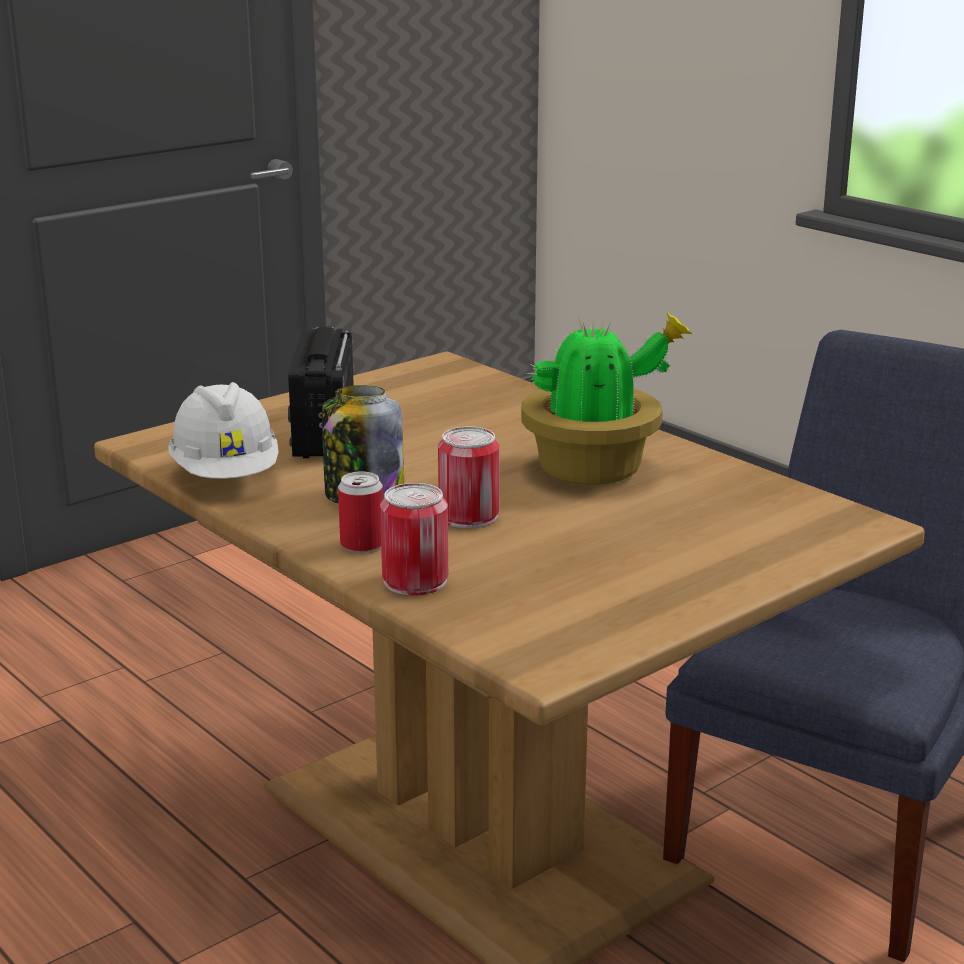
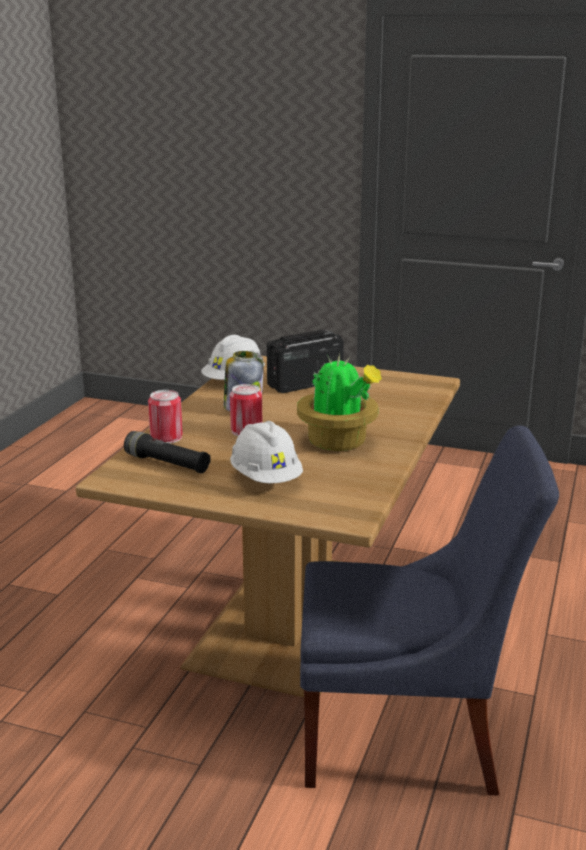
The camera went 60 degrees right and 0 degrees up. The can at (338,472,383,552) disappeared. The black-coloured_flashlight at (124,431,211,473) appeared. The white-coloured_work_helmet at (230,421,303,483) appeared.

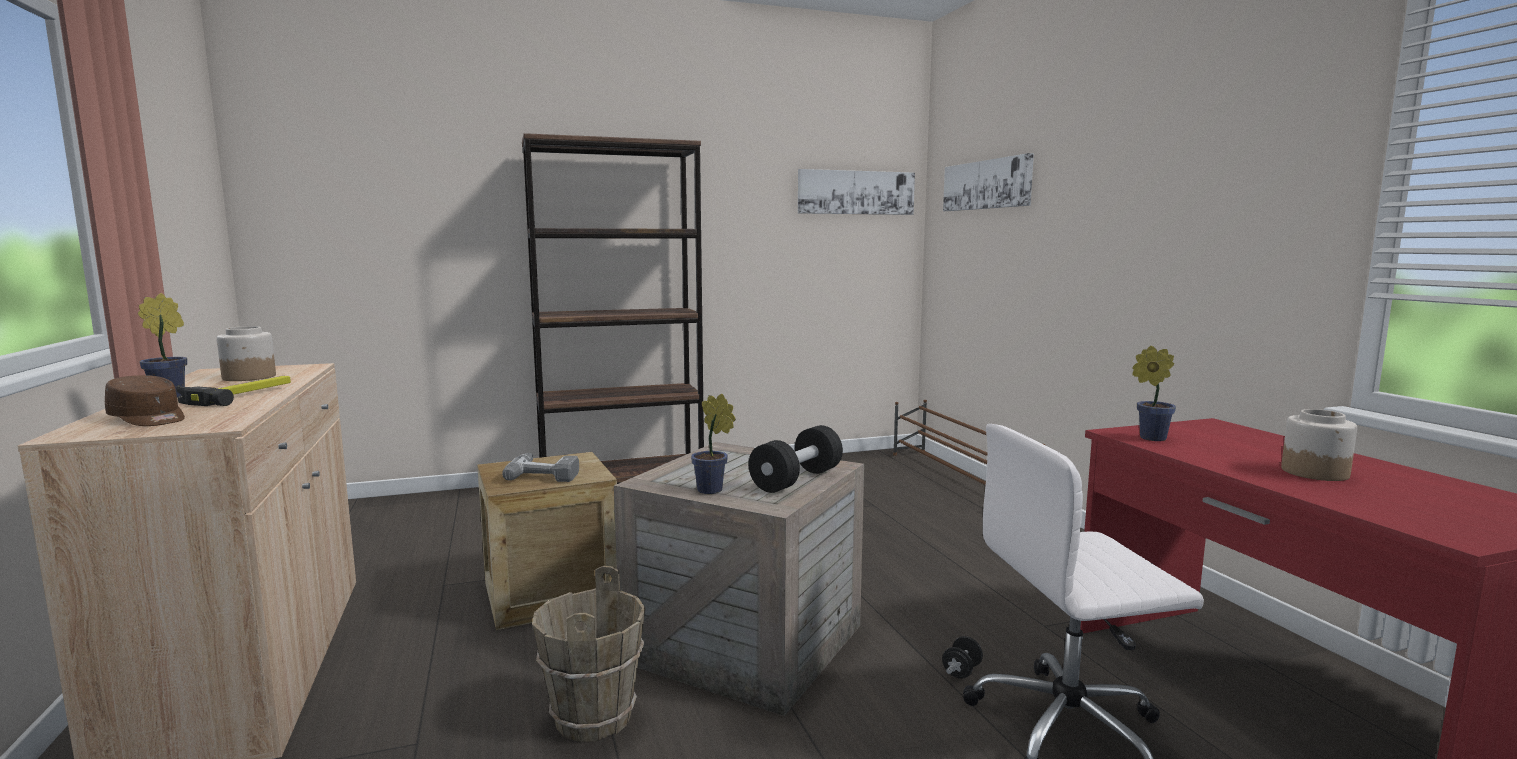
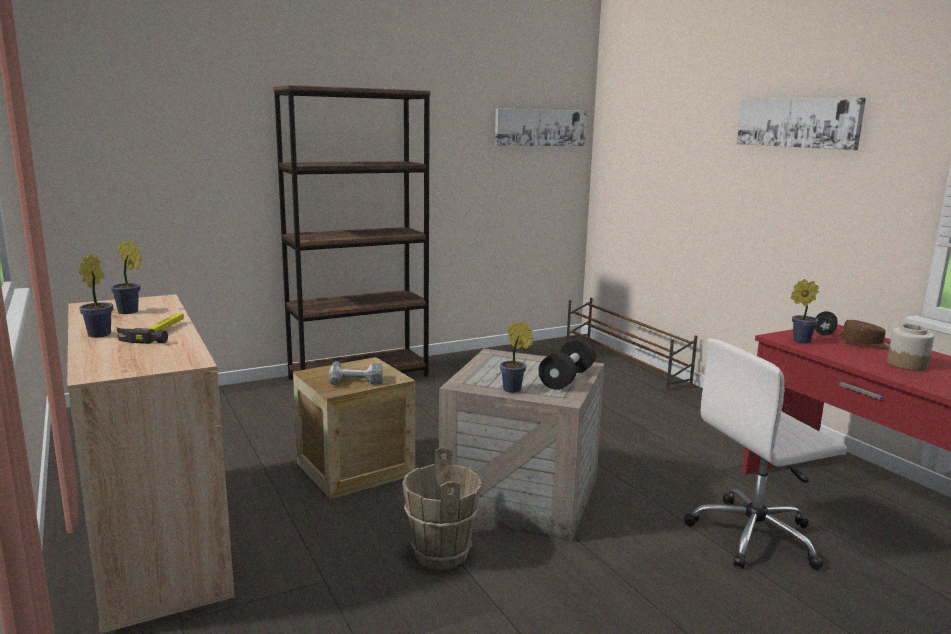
The camera went 10 degrees left and 5 degrees up. The brown_baseball_cap moved from (105,375,185,426) to (841,320,890,349). The preserve_jar at (217,326,276,381) was replaced by the plant_in_a_pot at (111,240,142,314). The black-coloured_free_weight moved from (942,636,983,679) to (815,311,838,335). The wall_art moved from (943,153,1034,211) to (737,97,866,150).

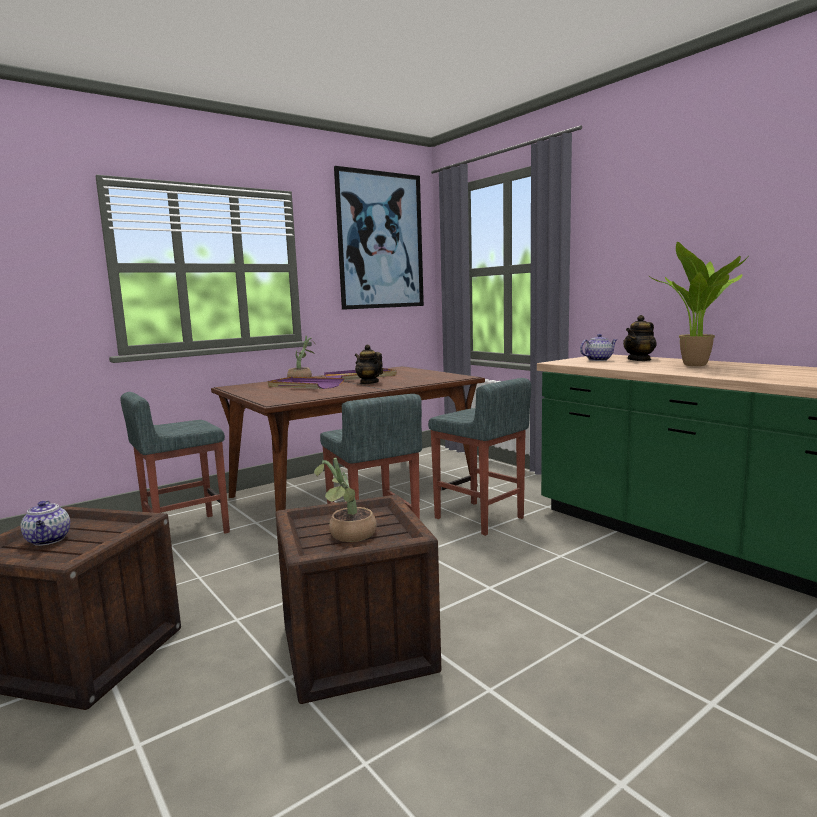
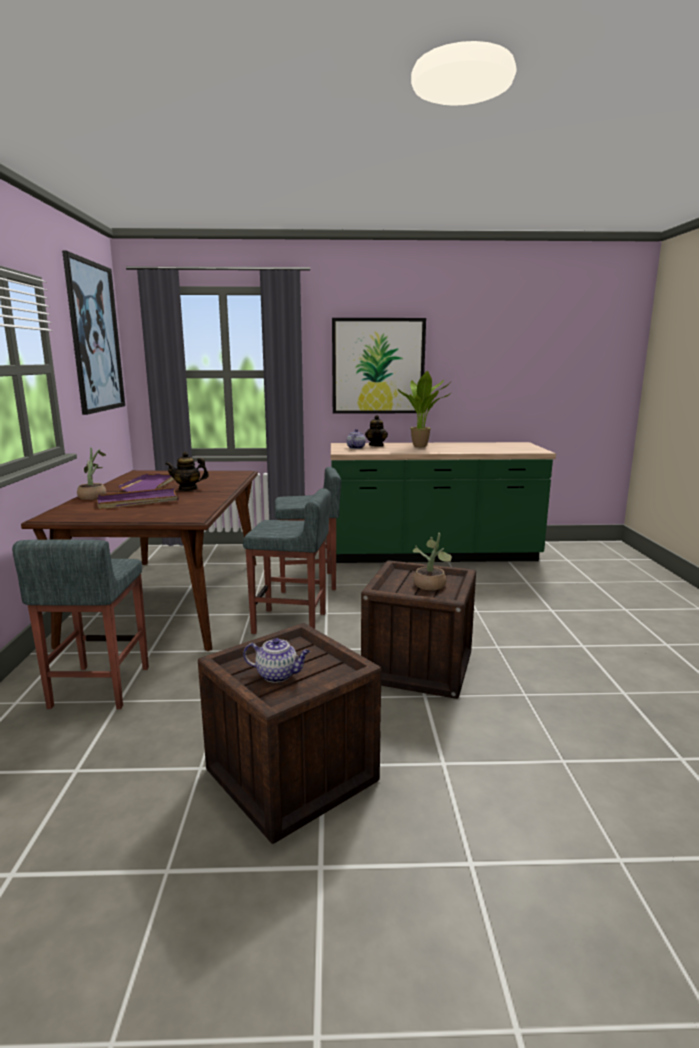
The camera went 55 degrees left and 5 degrees up. The wall_art at (332,318,426,414) appeared.

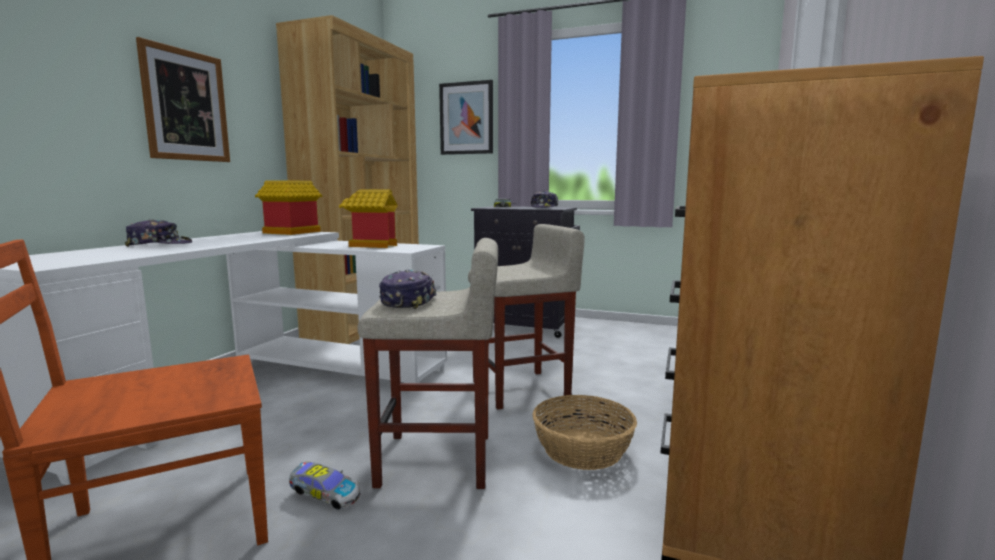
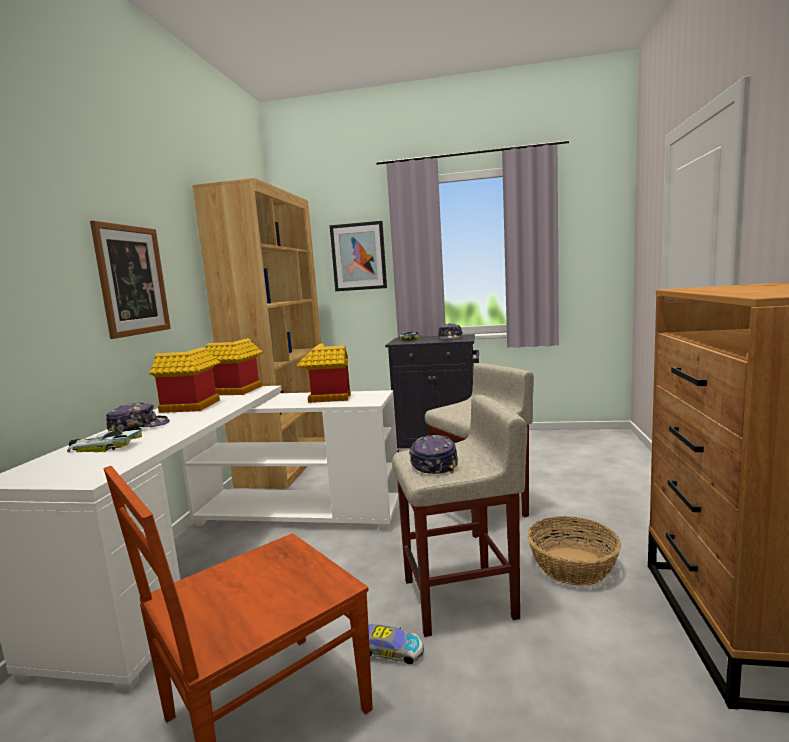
The camera went 10 degrees left and 0 degrees up. The miniature_car at (67,428,142,453) appeared. The miniature_house at (149,347,221,413) appeared.

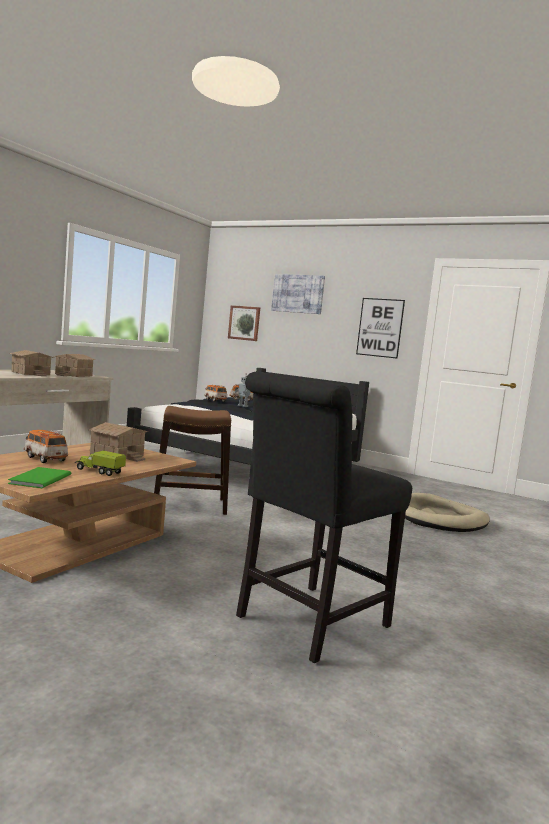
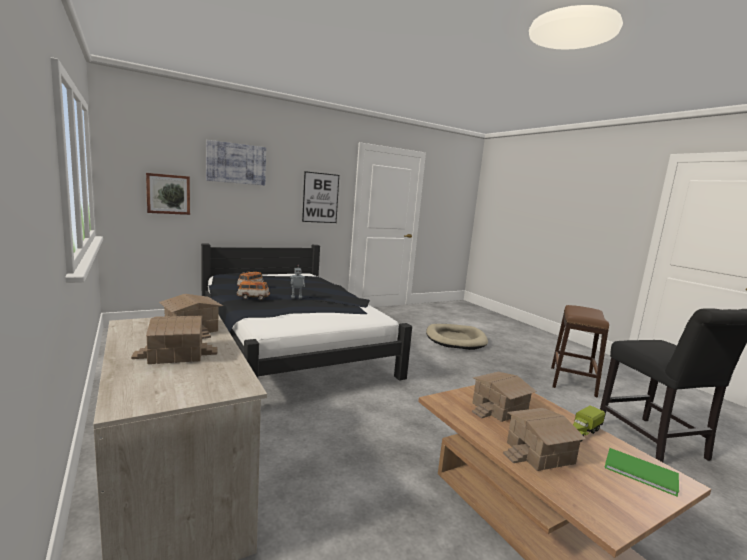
The camera went 60 degrees left and 5 degrees up. The miniature_car at (24,430,68,463) was replaced by the miniature_house at (503,408,586,471). The brown_stool_seat moved from (154,406,231,515) to (551,305,609,397).

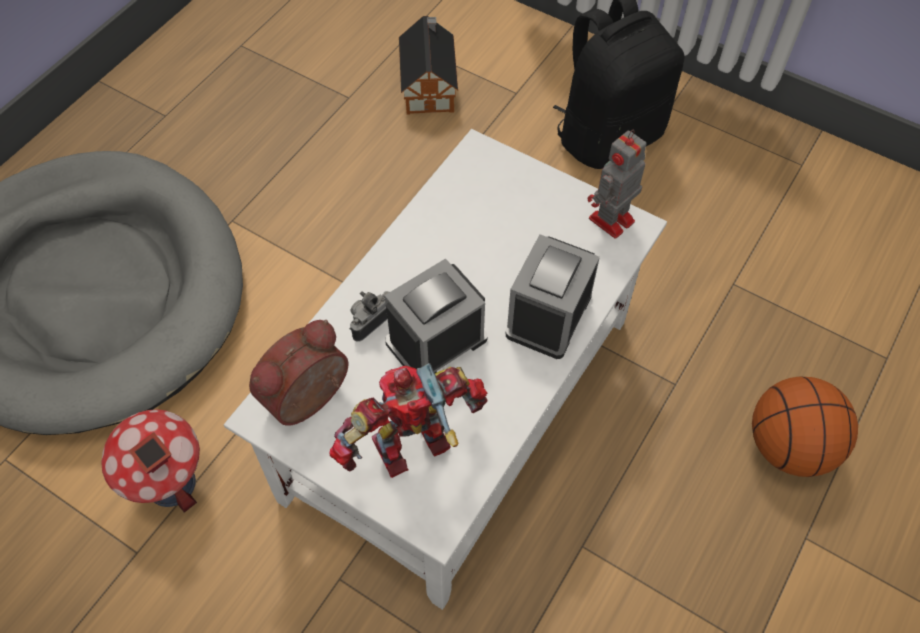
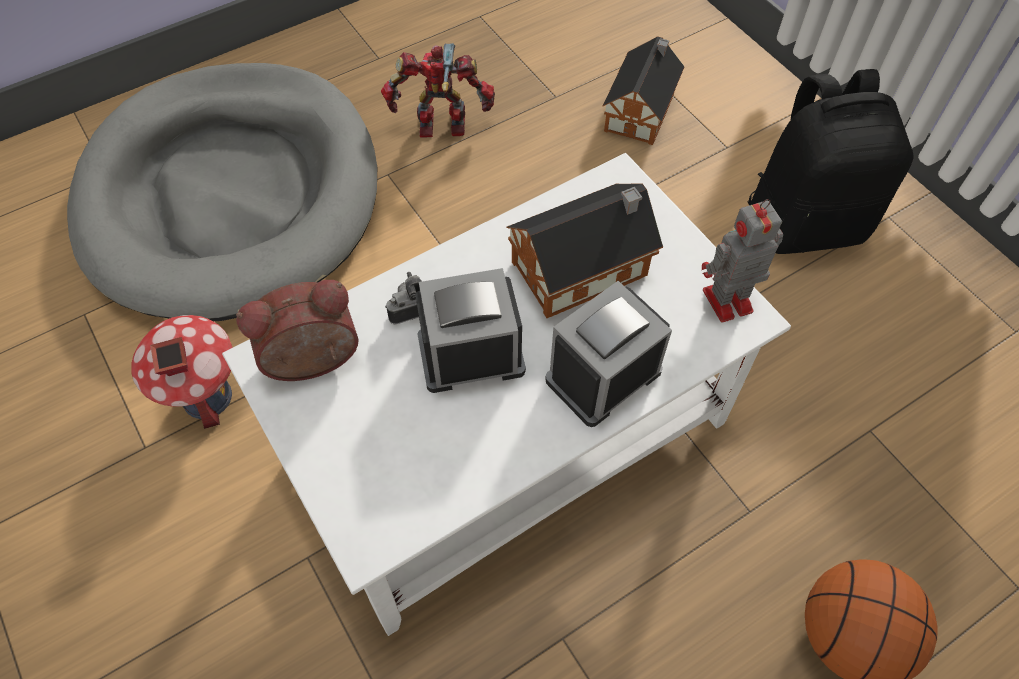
The camera went 25 degrees right and 0 degrees up. The model_robot moved from (330,363,487,478) to (381,43,495,138). The miniature_house at (507,184,663,318) appeared.

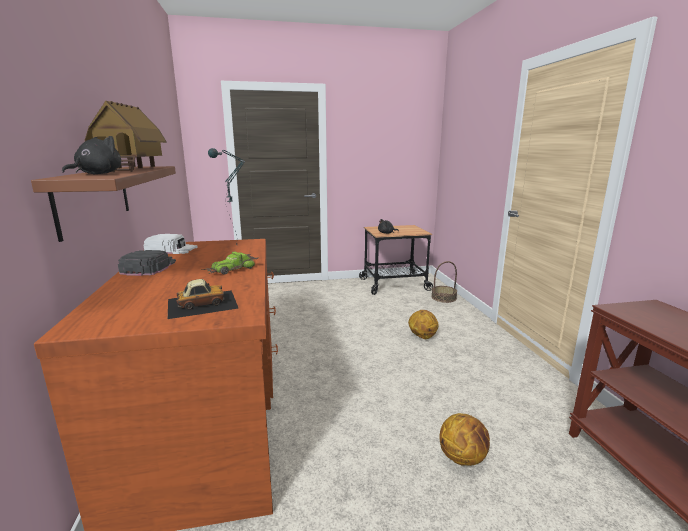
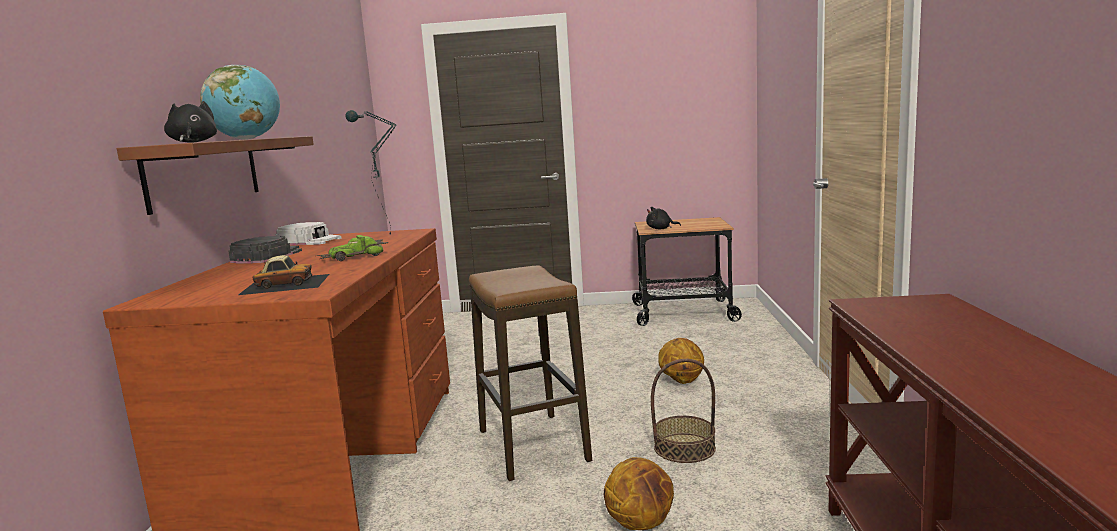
The camera went 15 degrees right and 5 degrees down. The black-coloured_cuddly_toy at (62,136,121,174) turned 60 degrees counterclockwise. The miniature_house at (85,101,167,172) was replaced by the desk_globe at (200,65,280,140). The storage_basket moved from (431,261,457,303) to (651,359,716,463). The stool_seat at (469,265,592,481) appeared.

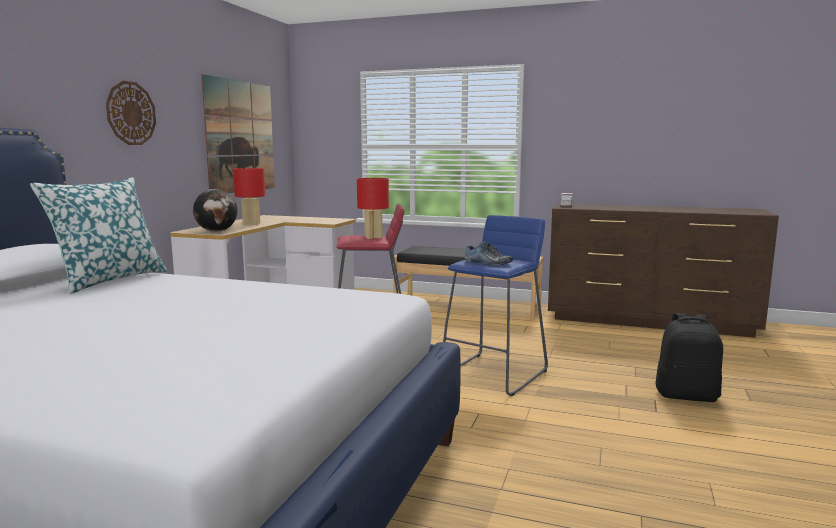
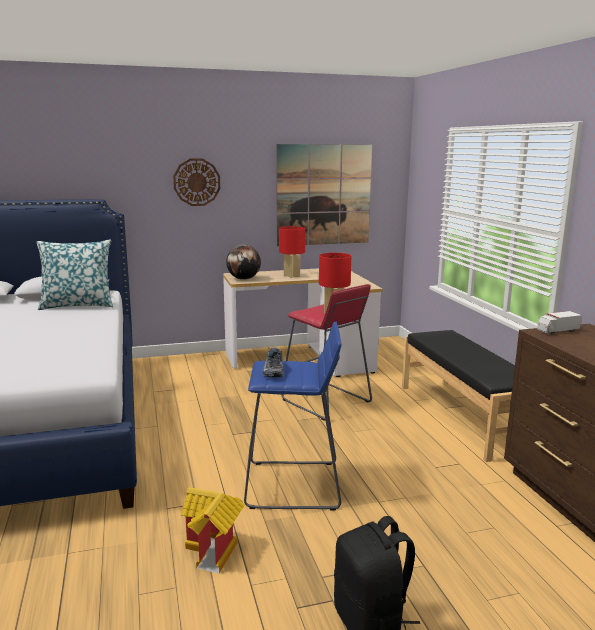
The camera went 55 degrees right and 5 degrees up. The miniature_house at (181,487,245,573) appeared.

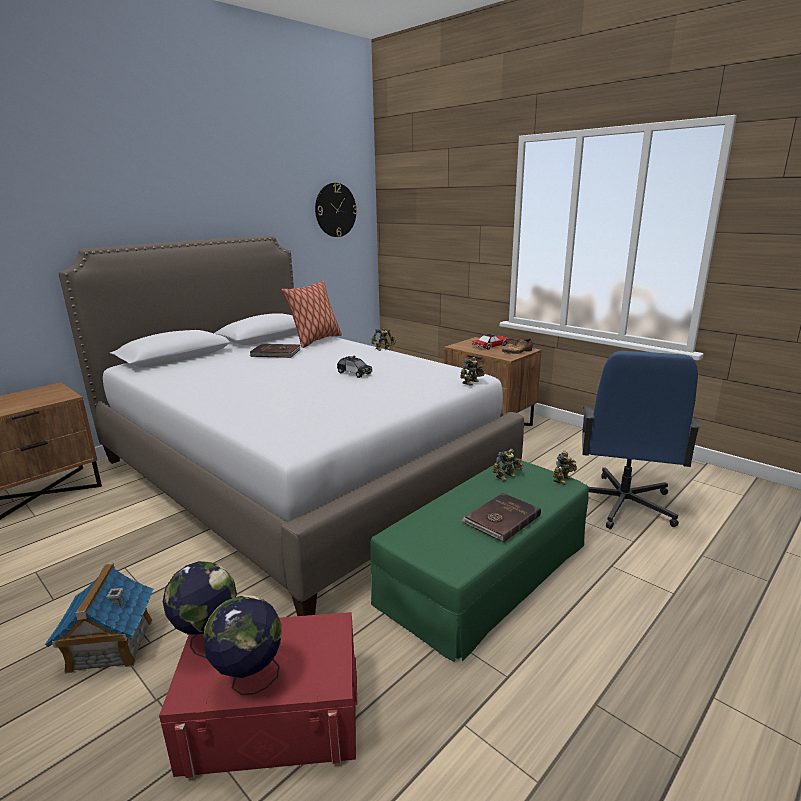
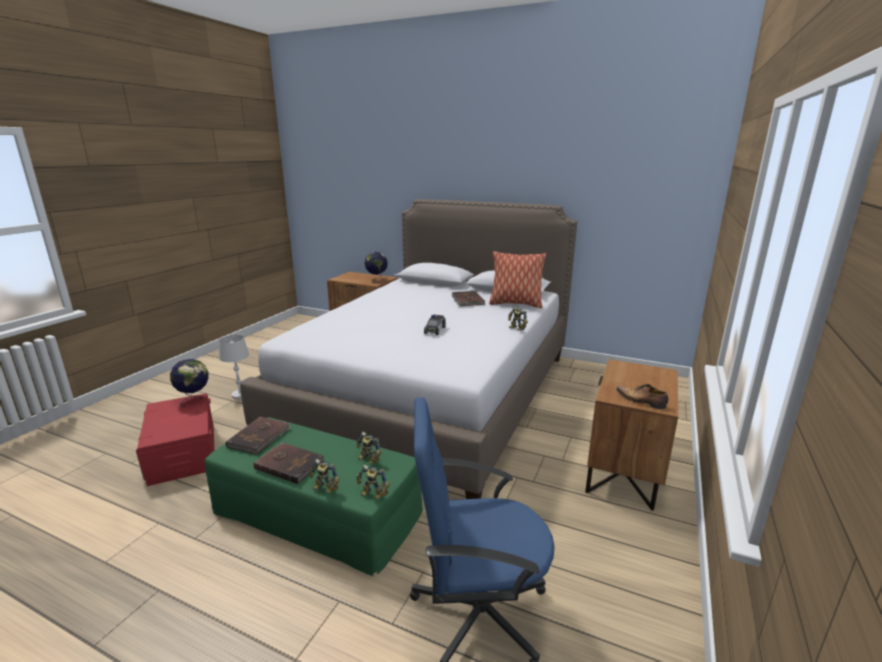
The camera went 70 degrees right and 0 degrees up. The miniature_house at (45,563,153,673) was replaced by the white-coloured_tabletop_lamp at (219,335,249,399). The desk_globe moved from (203,595,282,695) to (365,252,388,282). The wall_clock at (315,183,357,237) disappeared. The model_robot moved from (460,357,485,386) to (309,459,340,493). The miniature_car at (472,334,509,350) disappeared. The brown_bound_book at (226,417,292,455) appeared.

